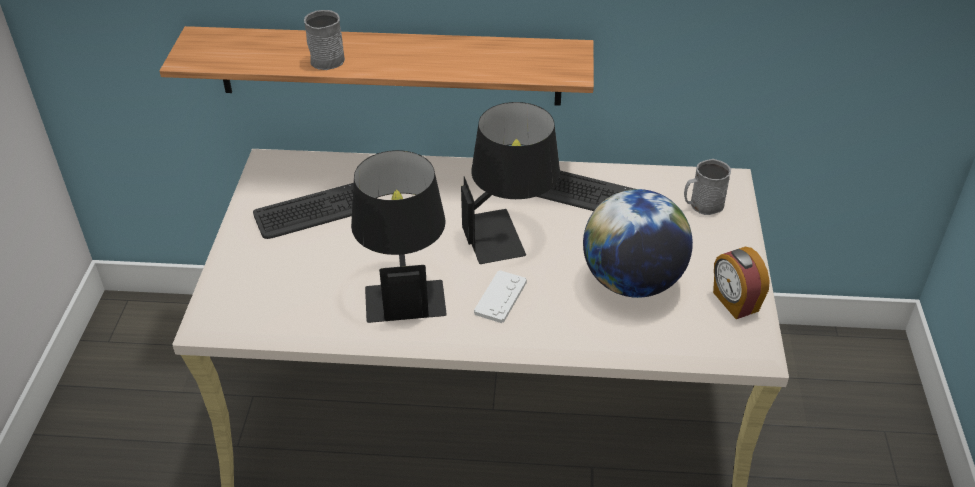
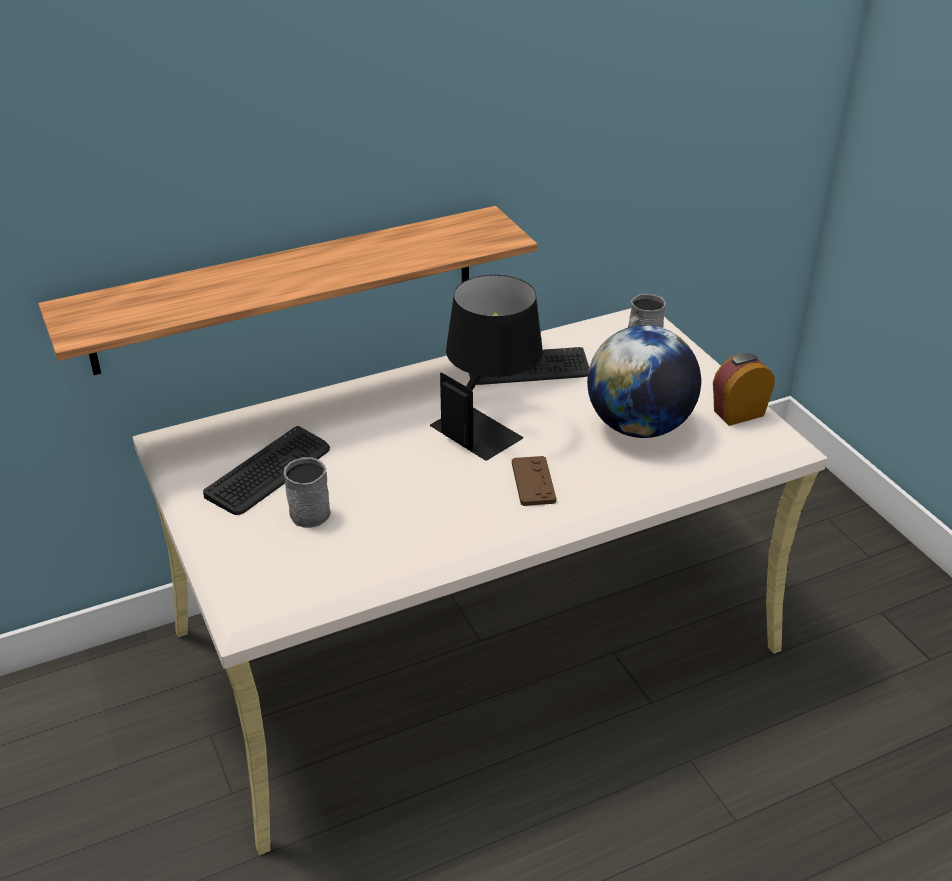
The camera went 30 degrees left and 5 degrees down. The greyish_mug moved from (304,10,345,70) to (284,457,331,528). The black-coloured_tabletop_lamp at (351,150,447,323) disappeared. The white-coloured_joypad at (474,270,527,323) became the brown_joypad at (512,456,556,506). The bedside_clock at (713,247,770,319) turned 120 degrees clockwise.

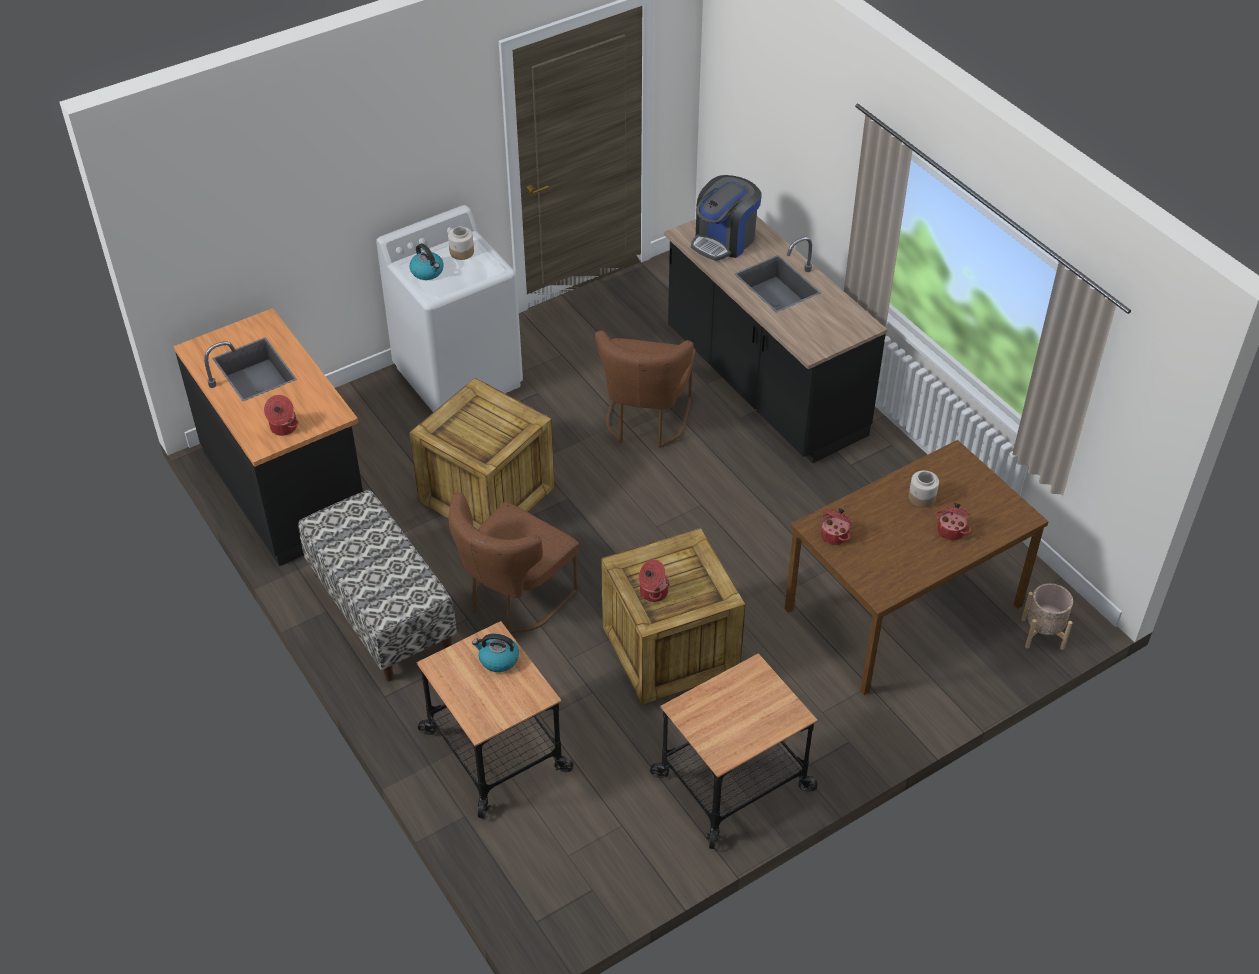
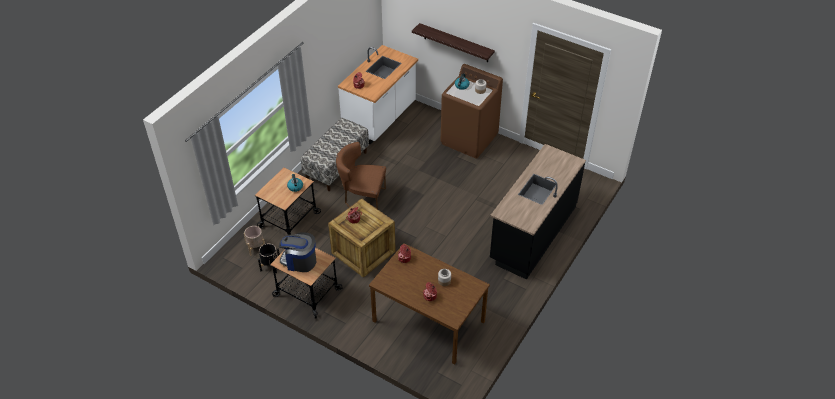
The camera went 65 degrees right and 0 degrees up. The black-coloured_kitchen_base_unit at (173,308,363,566) became the white-coloured_kitchen_base_unit at (338,45,418,144). The white-coloured_laundry_machine at (376,205,523,412) became the brown_laundry_machine at (441,64,503,159). The packing_crate at (409,378,555,529) disappeared. The brown_upright_chair at (595,330,696,448) disappeared. The coffee_brewer moved from (691,175,762,261) to (279,232,316,272). The beige-coloured_plant_pot moved from (1021,583,1073,650) to (244,226,265,256). The black-coloured_plant_pot at (258,243,280,273) appeared. The shelf at (412,23,495,62) appeared.

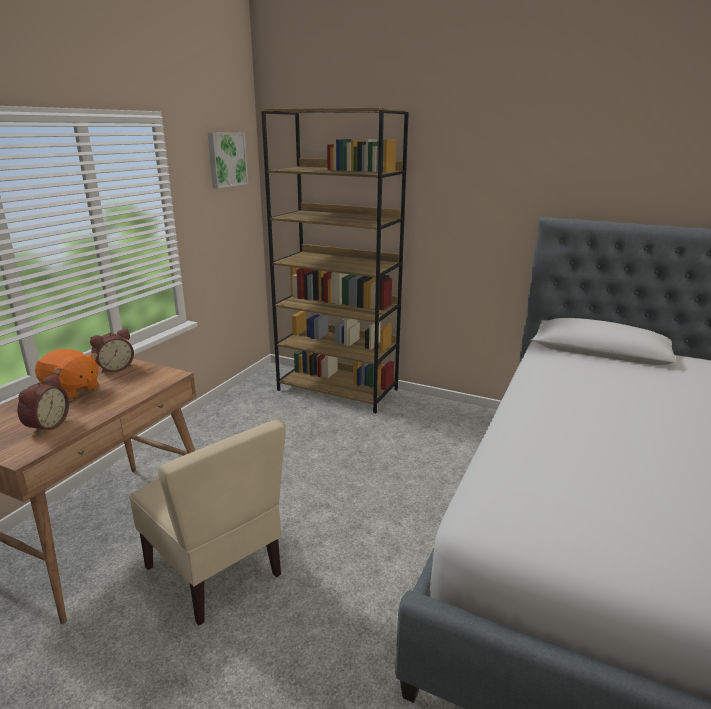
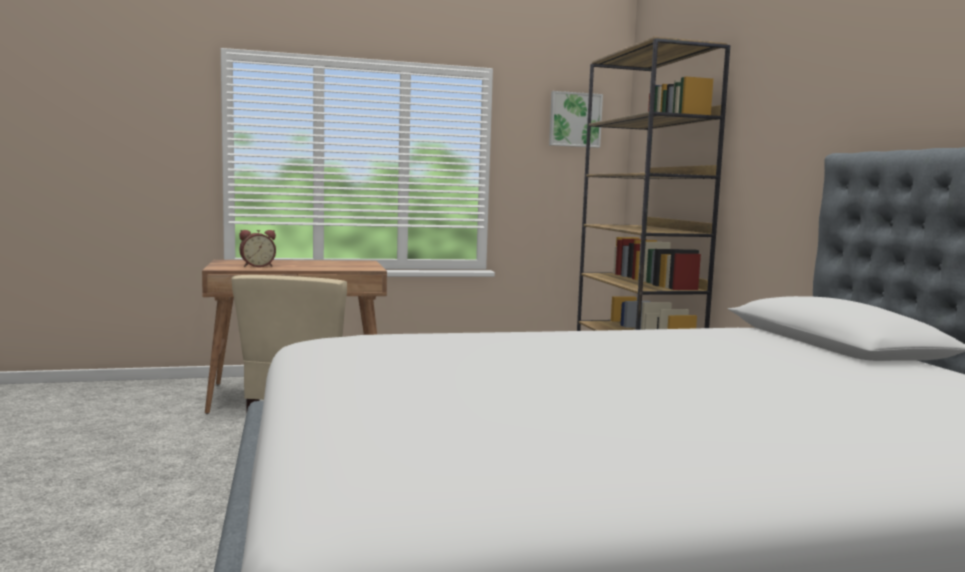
The camera went 50 degrees right and 15 degrees down. The orange-coloured_cuddly_toy at (35,349,99,401) disappeared. The bedside_clock at (90,329,134,374) disappeared.

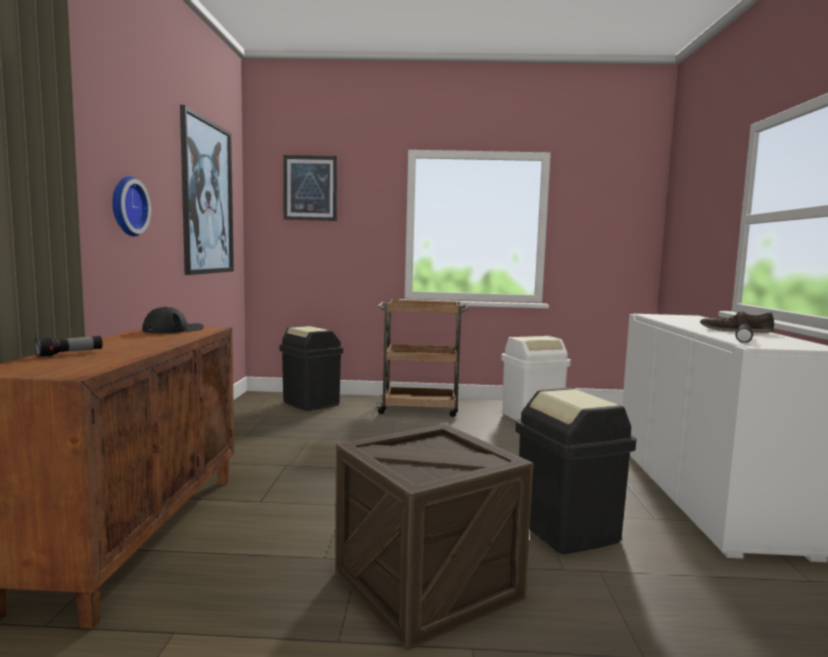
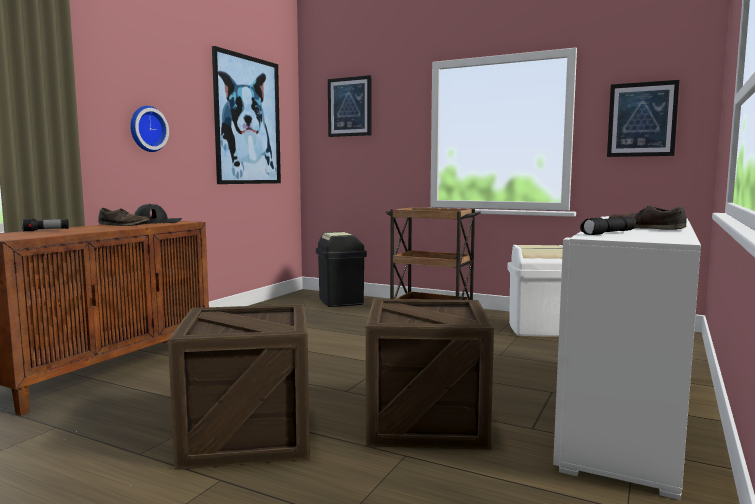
The camera went 25 degrees right and 0 degrees up. The black-coloured_trash_can at (516,388,636,554) was replaced by the packing_crate at (366,299,494,450). The brown_low_shoe at (98,208,150,226) appeared. The wall_art at (607,80,680,157) appeared.

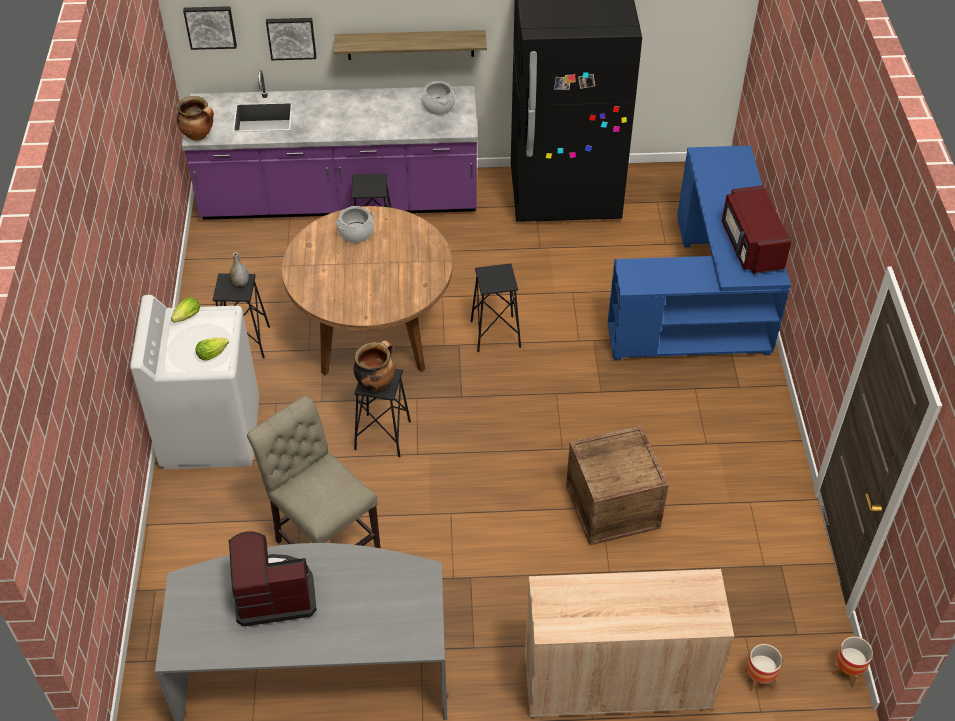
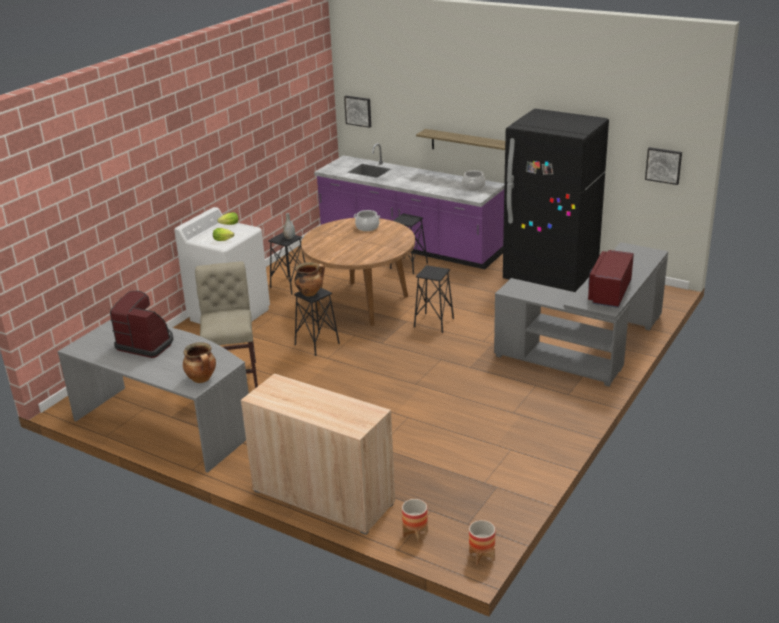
The camera went 35 degrees right and 20 degrees down. The saucepot moved from (176,96,214,141) to (183,342,216,383). The wall_art moved from (266,18,316,60) to (645,147,682,185). The packing_crate at (566,426,669,546) disappeared. The blue-coloured_desk at (608,146,791,360) became the greyish_desk at (494,242,668,386).

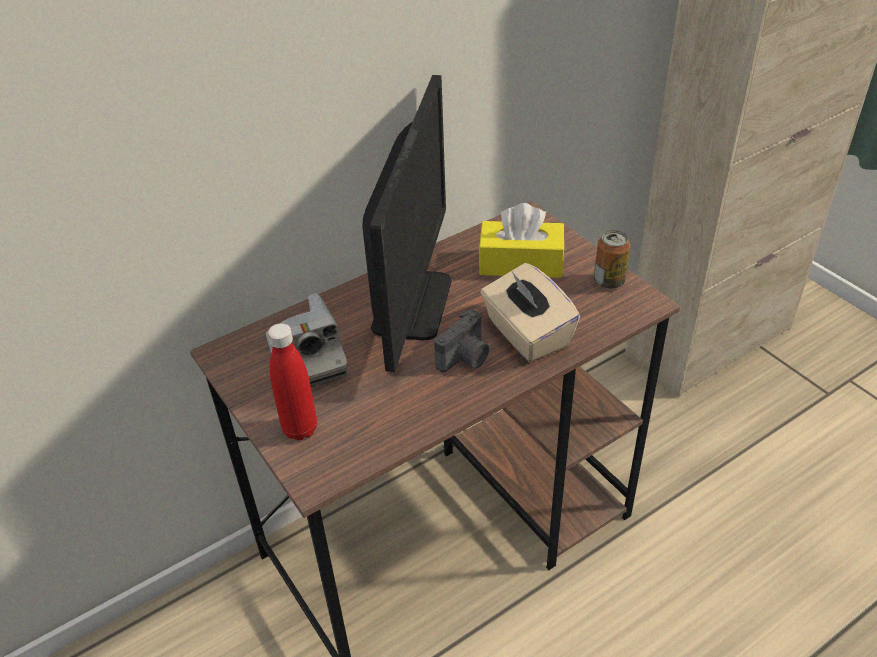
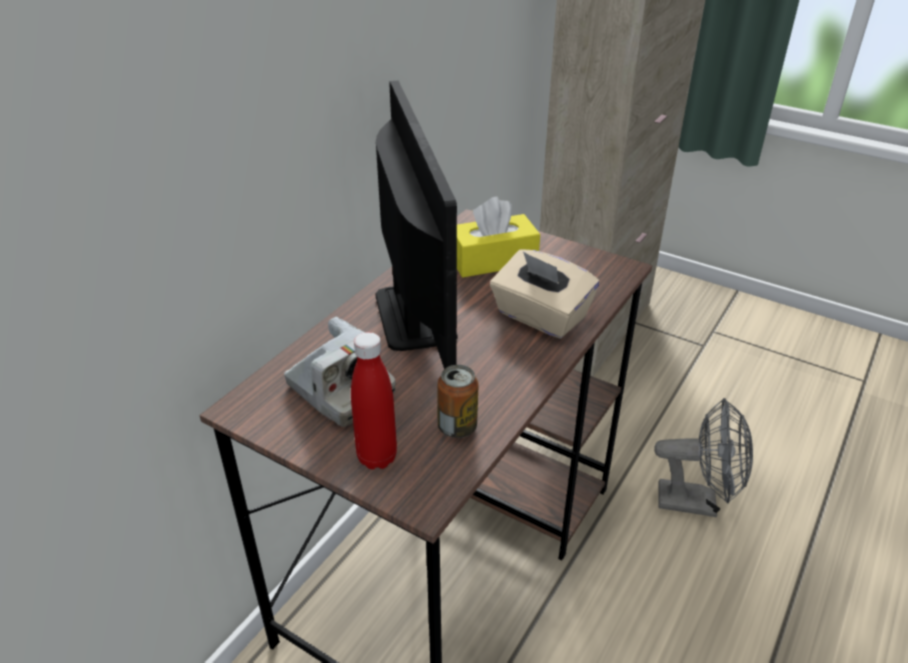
The camera went 25 degrees left and 5 degrees down. The photo_camera at (434,310,489,372) disappeared. The can moved from (594,230,630,289) to (437,365,479,438). The greyish_cooling_fan at (654,398,753,517) appeared.

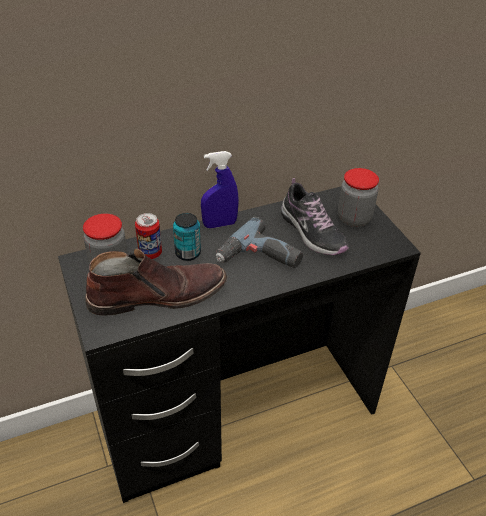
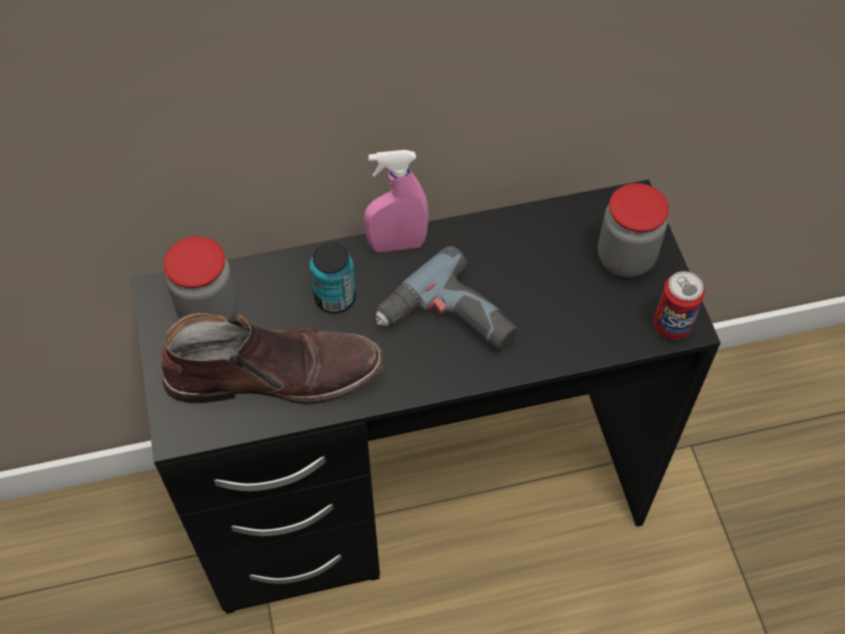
The camera went 10 degrees right and 15 degrees up. The can moved from (135,213,162,259) to (654,271,705,340). The blue-coloured_spray_bottle at (201,151,239,228) became the pink_spray_bottle at (364,150,429,252). The low_shoe at (281,178,349,255) disappeared.

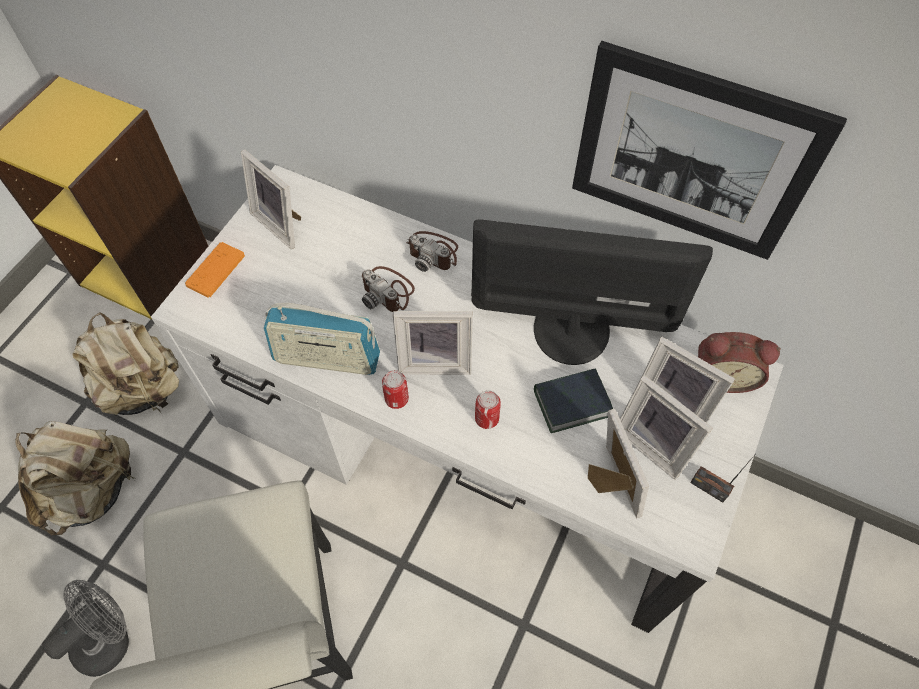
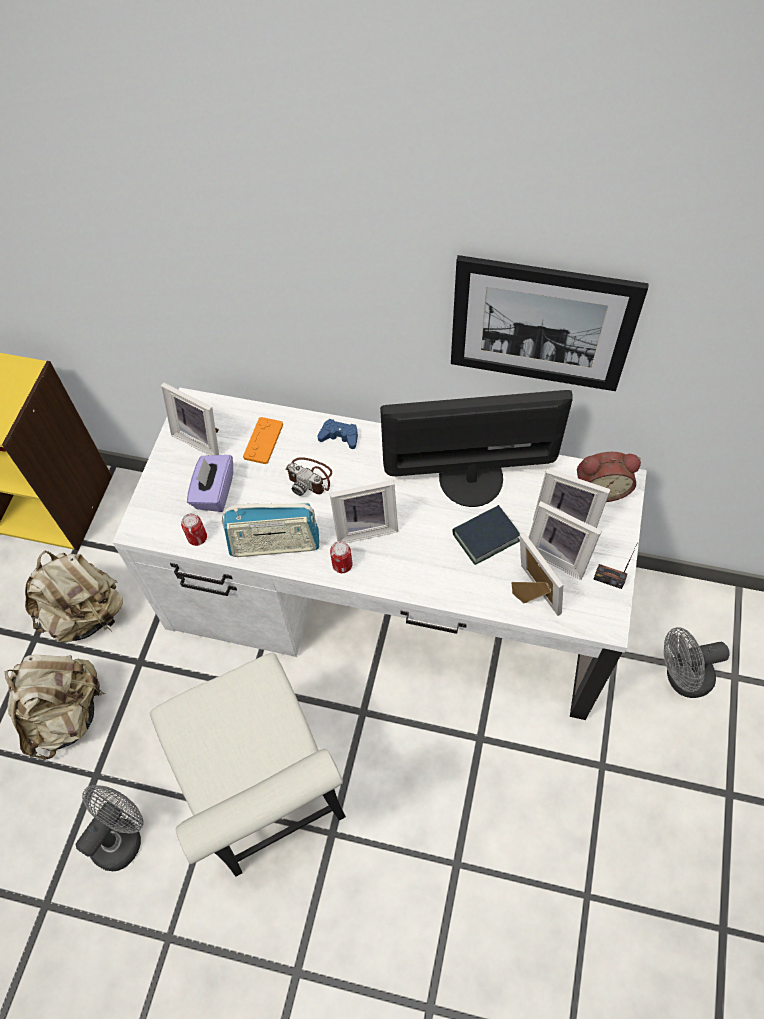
The camera went 10 degrees left and 0 degrees up. The orange-coloured_joypad moved from (185,242,245,298) to (243,417,283,464). The photo_camera at (406,231,458,272) was replaced by the blue-coloured_joypad at (317,419,358,449). The can moved from (475,390,501,429) to (181,513,207,546). The purple_box_of_tissues at (187,455,233,512) appeared. The greyish_cooling_fan at (664,627,730,698) appeared.

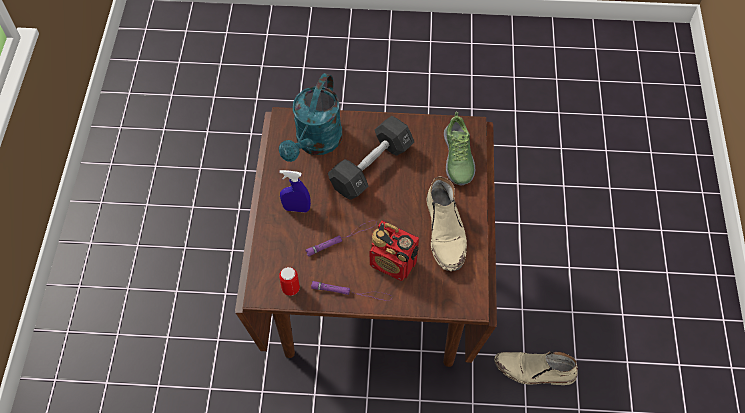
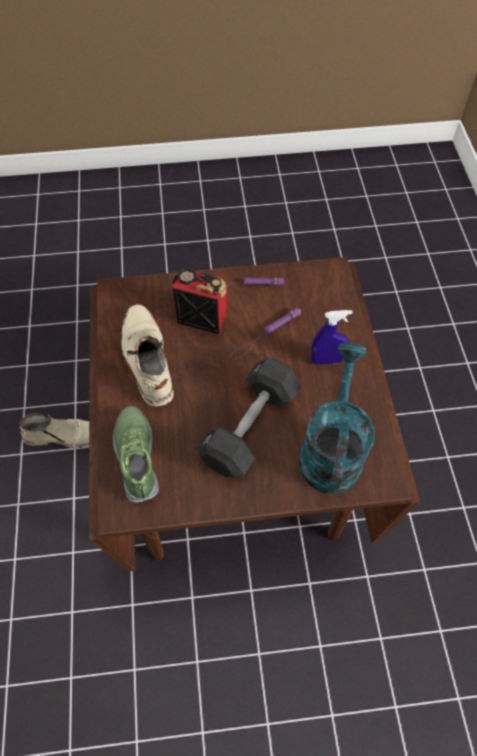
The camera went 170 degrees right and 0 degrees up. The can at (279,267,300,296) disappeared.

